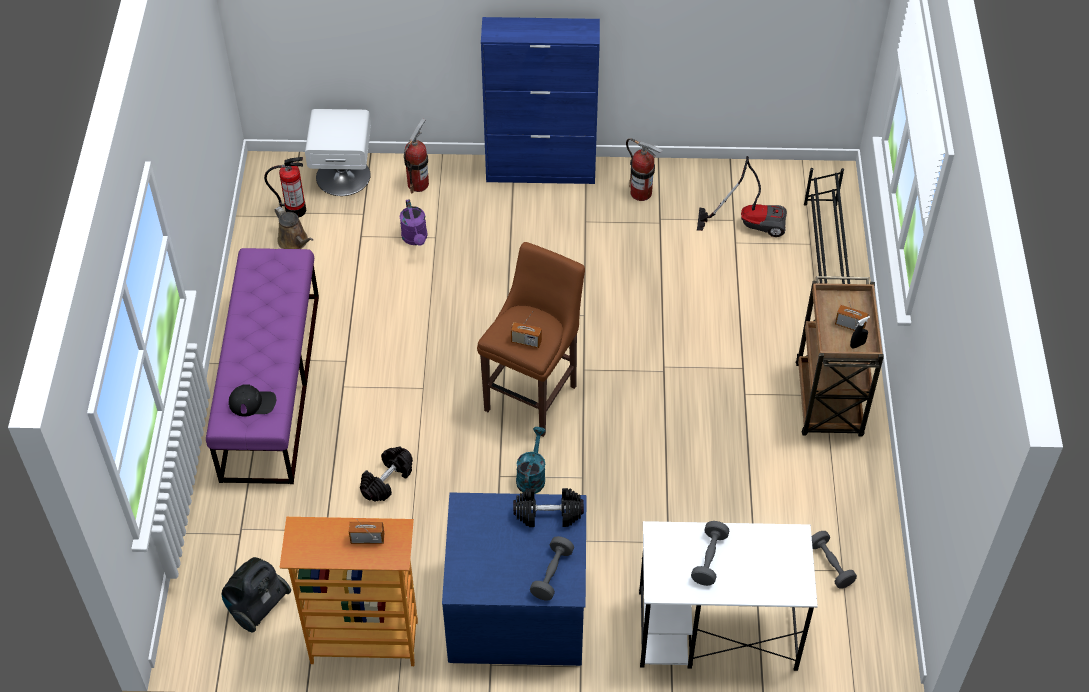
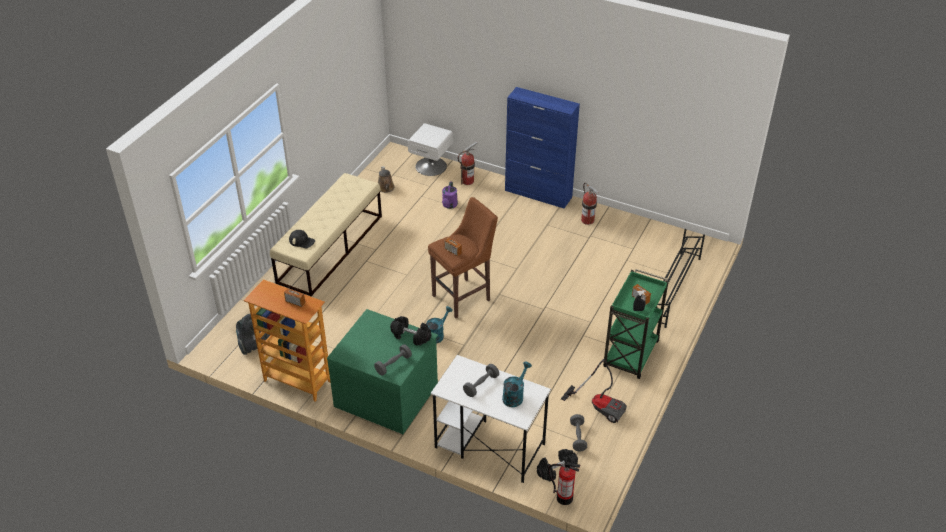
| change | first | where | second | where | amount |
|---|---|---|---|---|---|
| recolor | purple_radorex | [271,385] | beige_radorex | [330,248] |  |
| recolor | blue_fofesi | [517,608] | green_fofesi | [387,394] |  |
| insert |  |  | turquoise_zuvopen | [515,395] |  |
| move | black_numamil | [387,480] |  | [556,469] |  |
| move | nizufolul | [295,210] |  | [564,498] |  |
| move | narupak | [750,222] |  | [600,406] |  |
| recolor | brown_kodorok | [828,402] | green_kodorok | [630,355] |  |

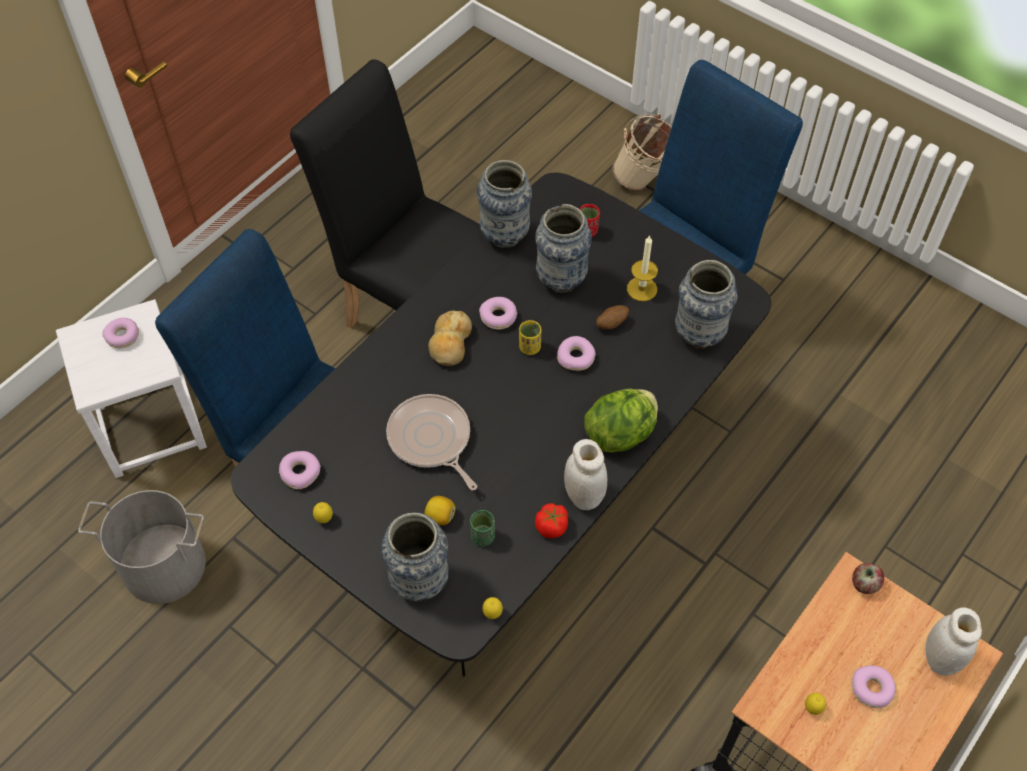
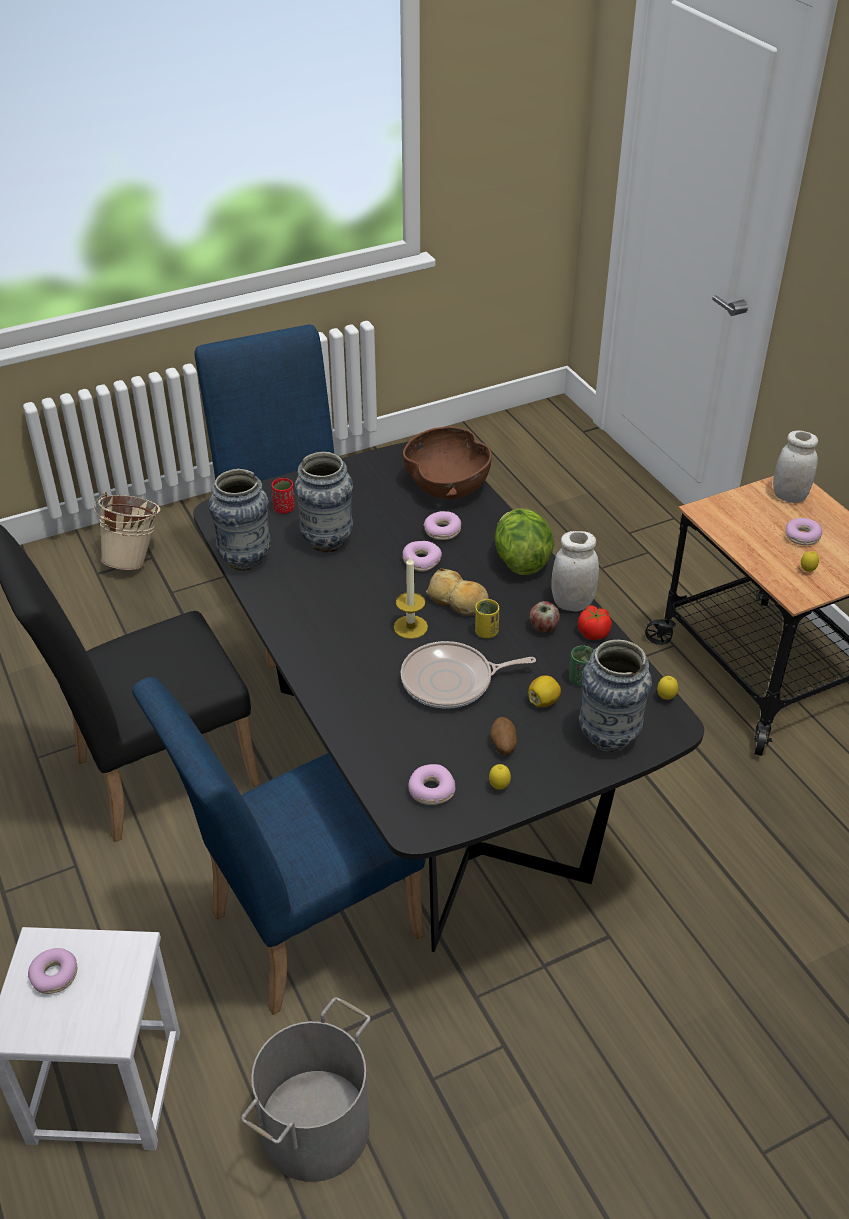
| change | first | where | second | where | amount |
|---|---|---|---|---|---|
| move | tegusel | [642,289] |  | [410,627] |  |
| replace | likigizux | [699,335] | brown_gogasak | [448,486] |  |
| move | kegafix | [498,317] |  | [442,531] |  |
| move | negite | [450,344] |  | [458,601] |  |
| move | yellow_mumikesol | [529,347] |  | [486,632] |  |
| move | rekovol | [611,323] |  | [503,745] |  |
| move | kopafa | [864,584] |  | [543,627] |  |

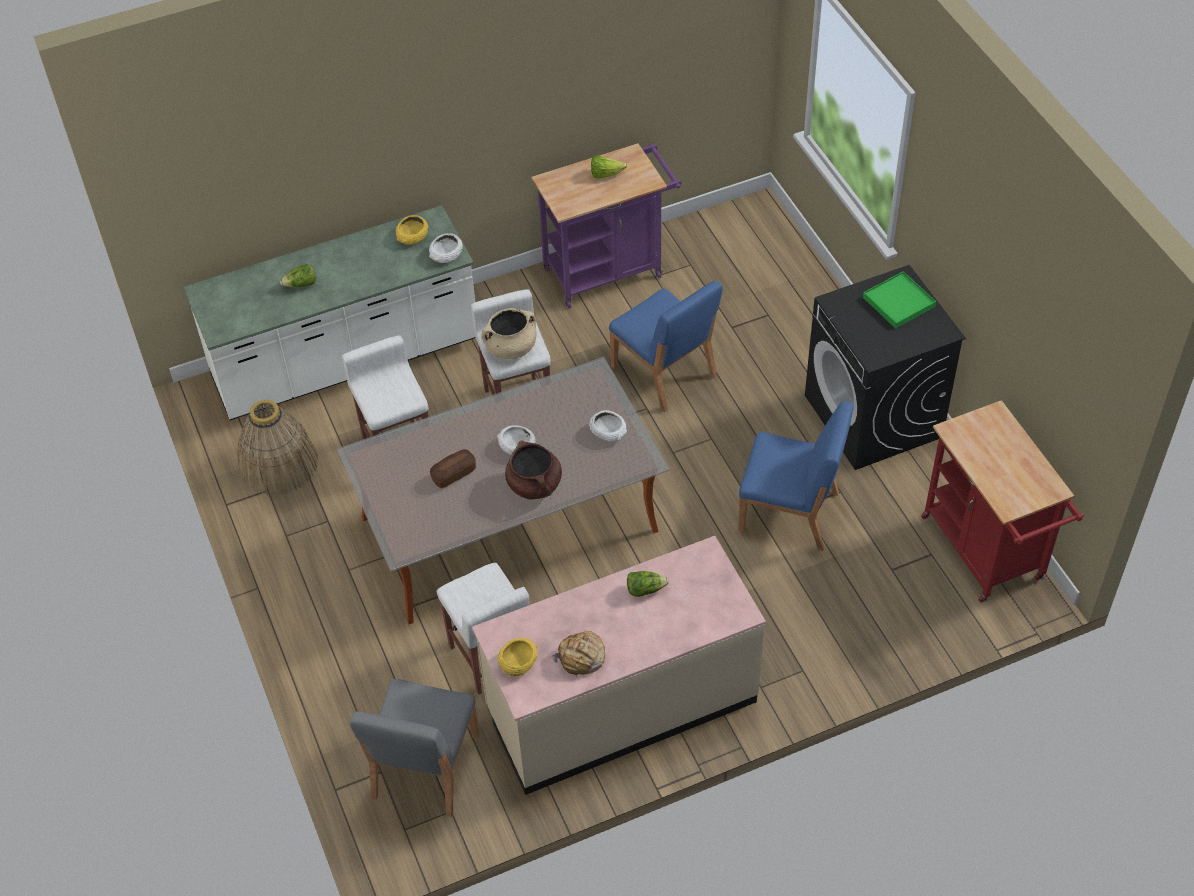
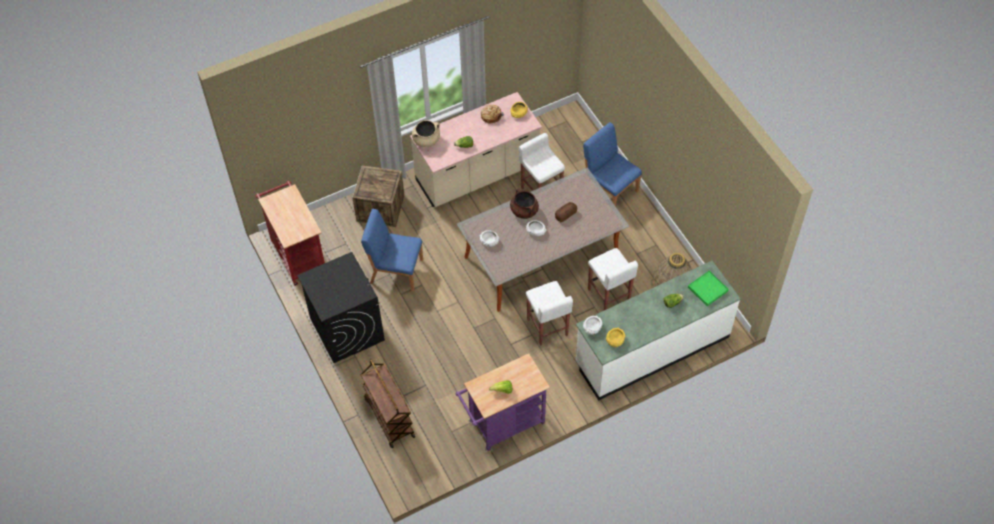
| change | first | where | second | where | amount |
|---|---|---|---|---|---|
| insert |  |  | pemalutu | [380,208] |  |
| insert |  |  | brown_kodorok | [389,417] |  |
| move | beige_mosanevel | [511,348] |  | [426,140] |  |
| move | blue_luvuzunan | [664,372] |  | [609,189] |  |
| move | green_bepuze | [898,302] |  | [708,289] |  |
| delete | grey_luvuzunan | [424,767] |  |  |  |

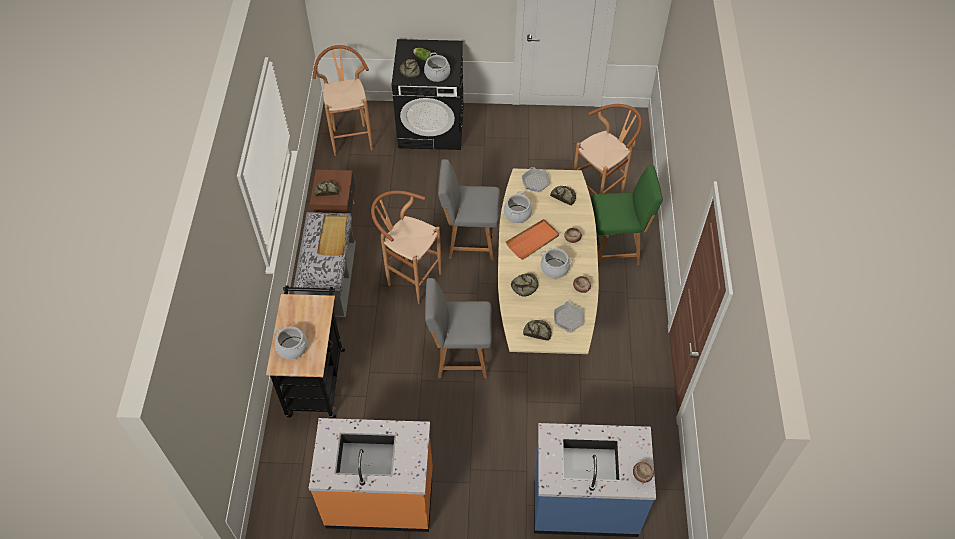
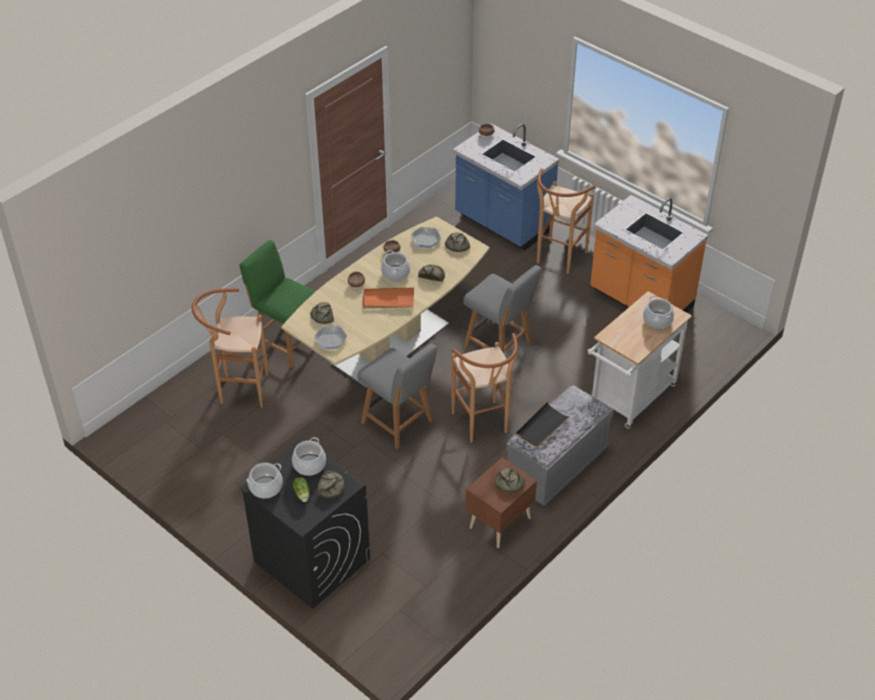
| change | first | where | second | where | amount |
|---|---|---|---|---|---|
| move | mosanevel | [517,214] |  | [265,487] |  |
| recolor | beige_bepuze | [333,236] | black_bepuze | [542,427] |  |
| move | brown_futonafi | [350,136] |  | [558,260] |  |
| recolor | black_kodorok | [316,377] | white_kodorok | [629,399] |  |

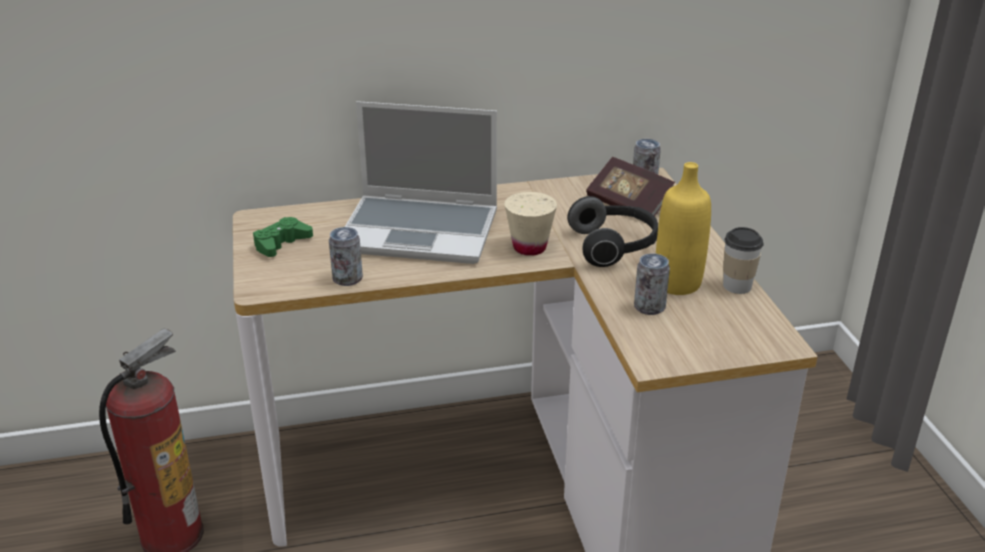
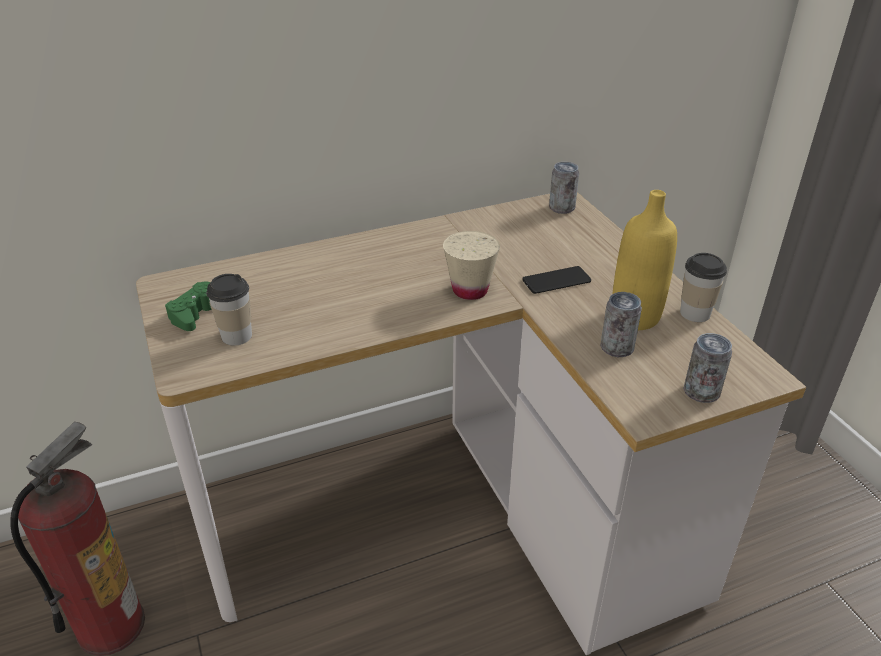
| change | first | where | second | where | amount |
|---|---|---|---|---|---|
| insert |  |  | mumikesol | [236,336] |  |
| replace | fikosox | [614,247] | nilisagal | [556,281] |  |
| move | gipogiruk | [347,279] |  | [701,392] |  |
| delete | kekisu | [421,231] |  |  |  |
| delete | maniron | [629,204] |  |  |  |

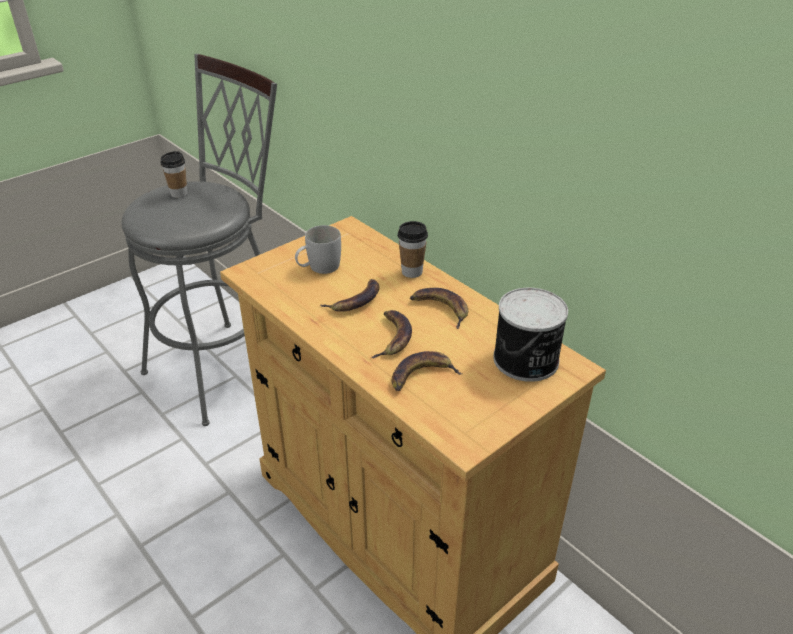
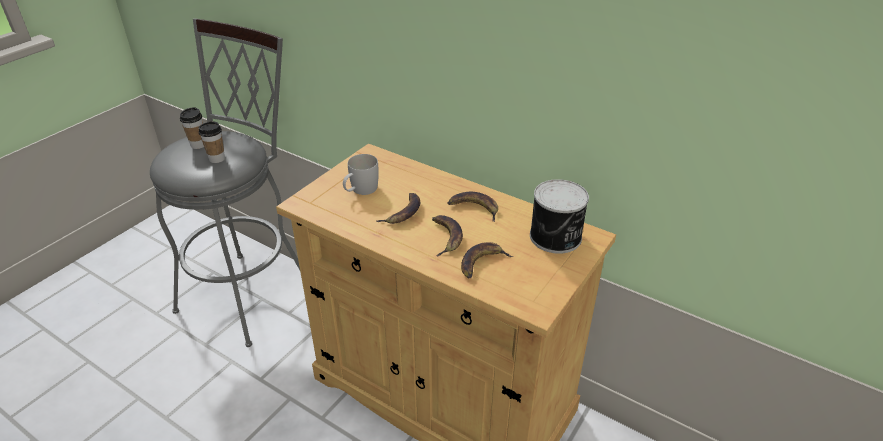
| change | first | where | second | where | amount |
|---|---|---|---|---|---|
| move | mumikesol | [412,272] |  | [217,159] |  |

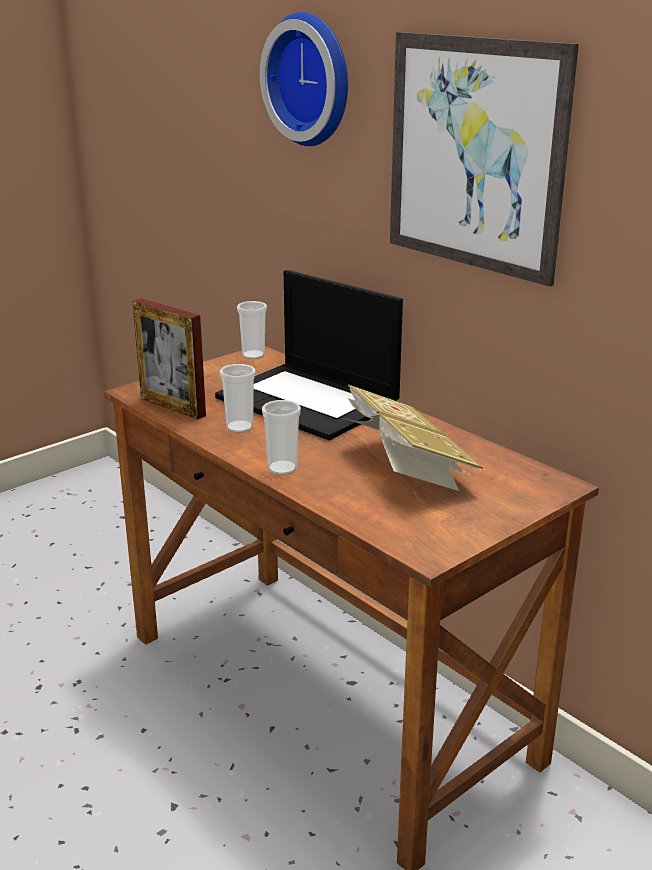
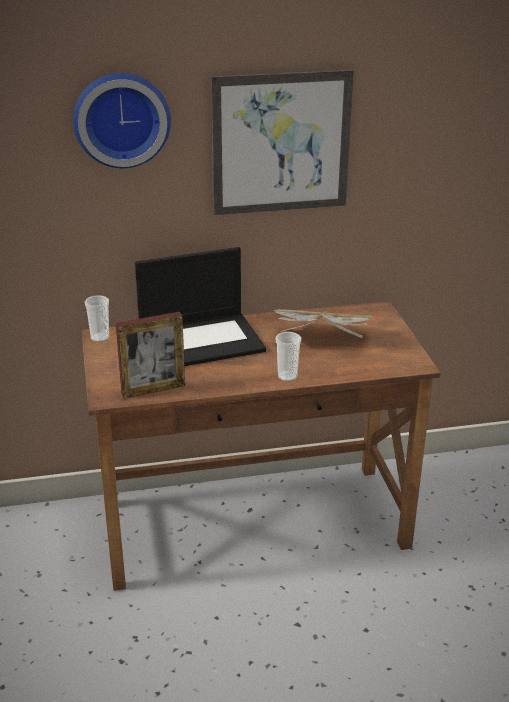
| change | first | where | second | where | amount |
|---|---|---|---|---|---|
| delete | mumikesol | [239,427] |  |  |  |

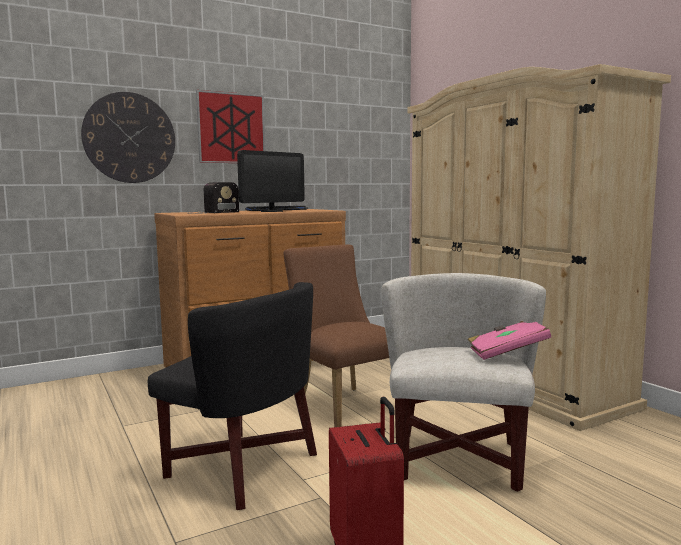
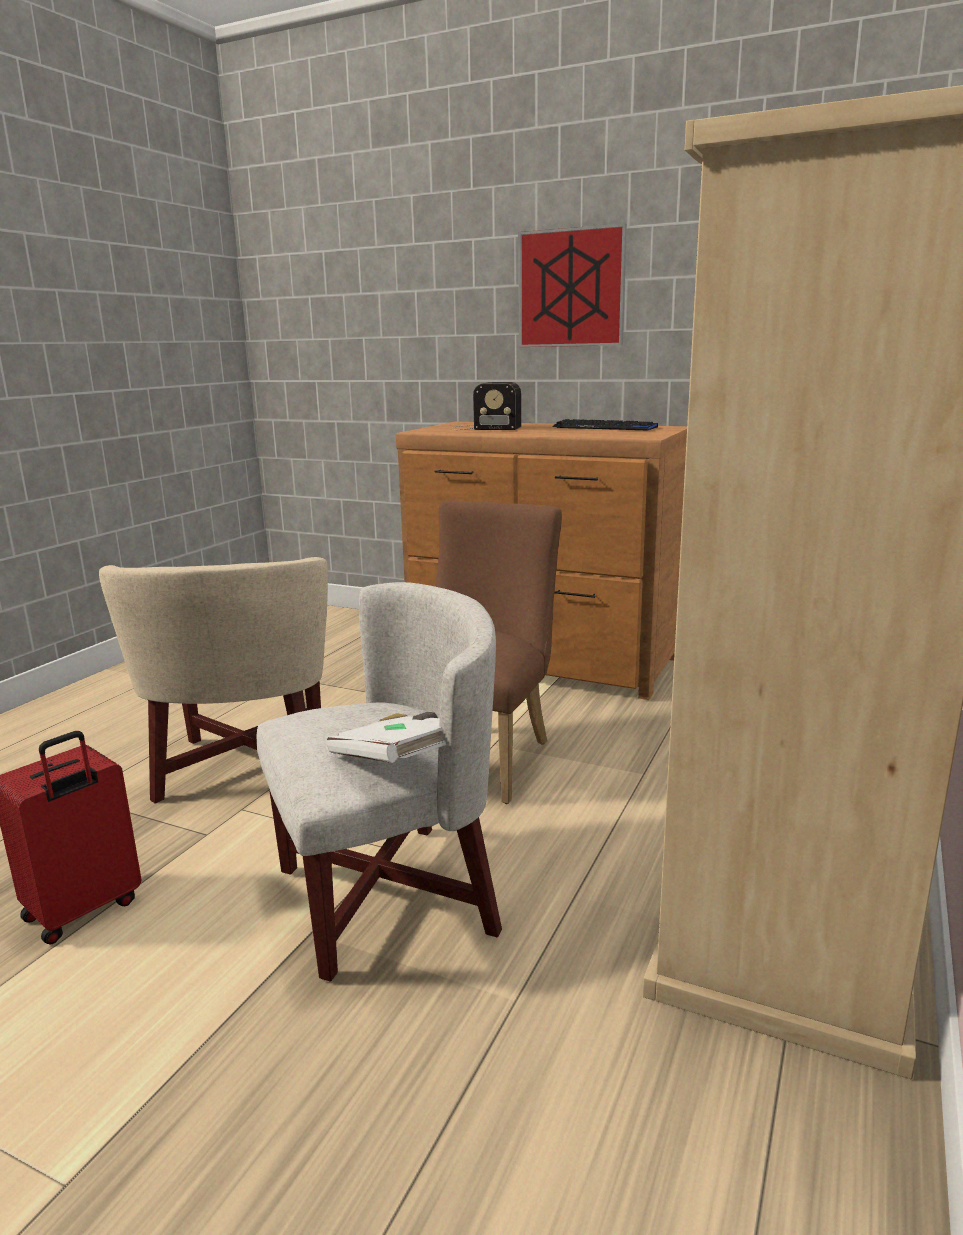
| change | first | where | second | where | amount |
|---|---|---|---|---|---|
| recolor | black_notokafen | [243,467] | beige_notokafen | [245,767] |  |
| recolor | pink_maniron | [507,353] | white_maniron | [397,762] |  |
| delete | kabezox | [129,138] |  |  |  |
| delete | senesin | [272,211] |  |  |  |

